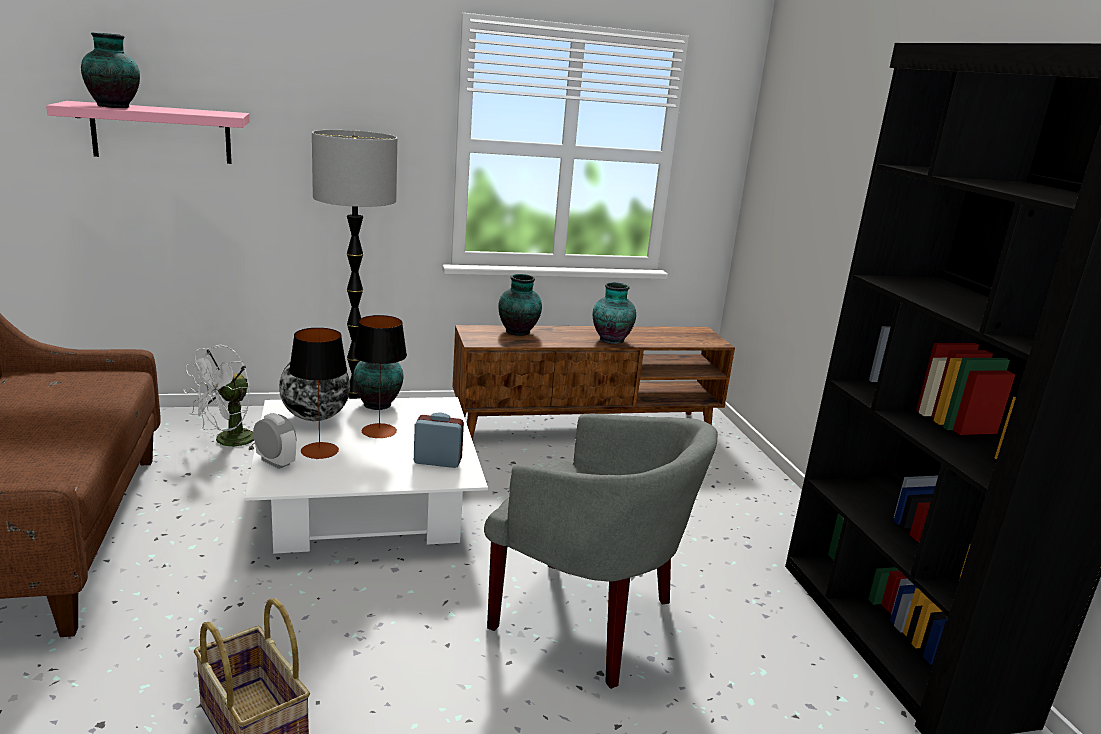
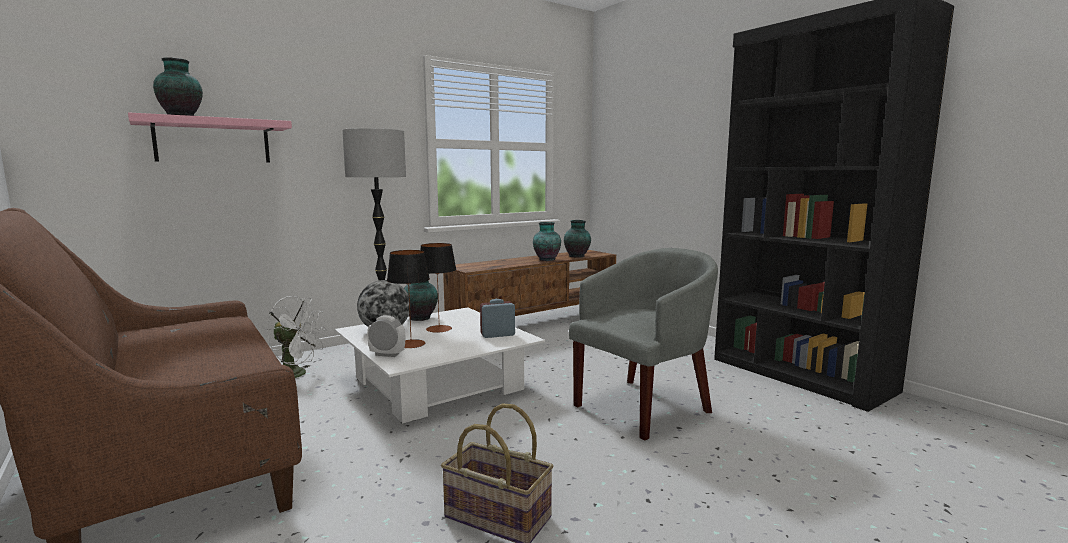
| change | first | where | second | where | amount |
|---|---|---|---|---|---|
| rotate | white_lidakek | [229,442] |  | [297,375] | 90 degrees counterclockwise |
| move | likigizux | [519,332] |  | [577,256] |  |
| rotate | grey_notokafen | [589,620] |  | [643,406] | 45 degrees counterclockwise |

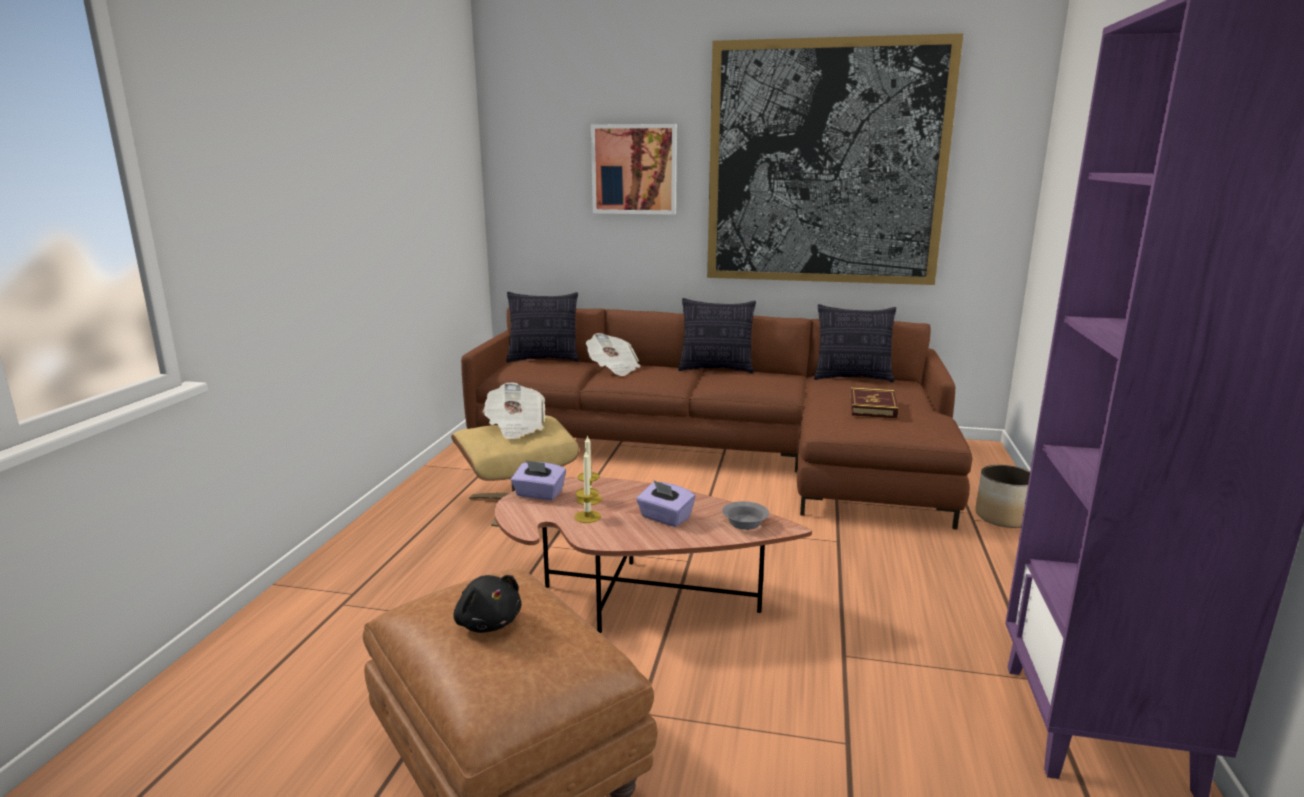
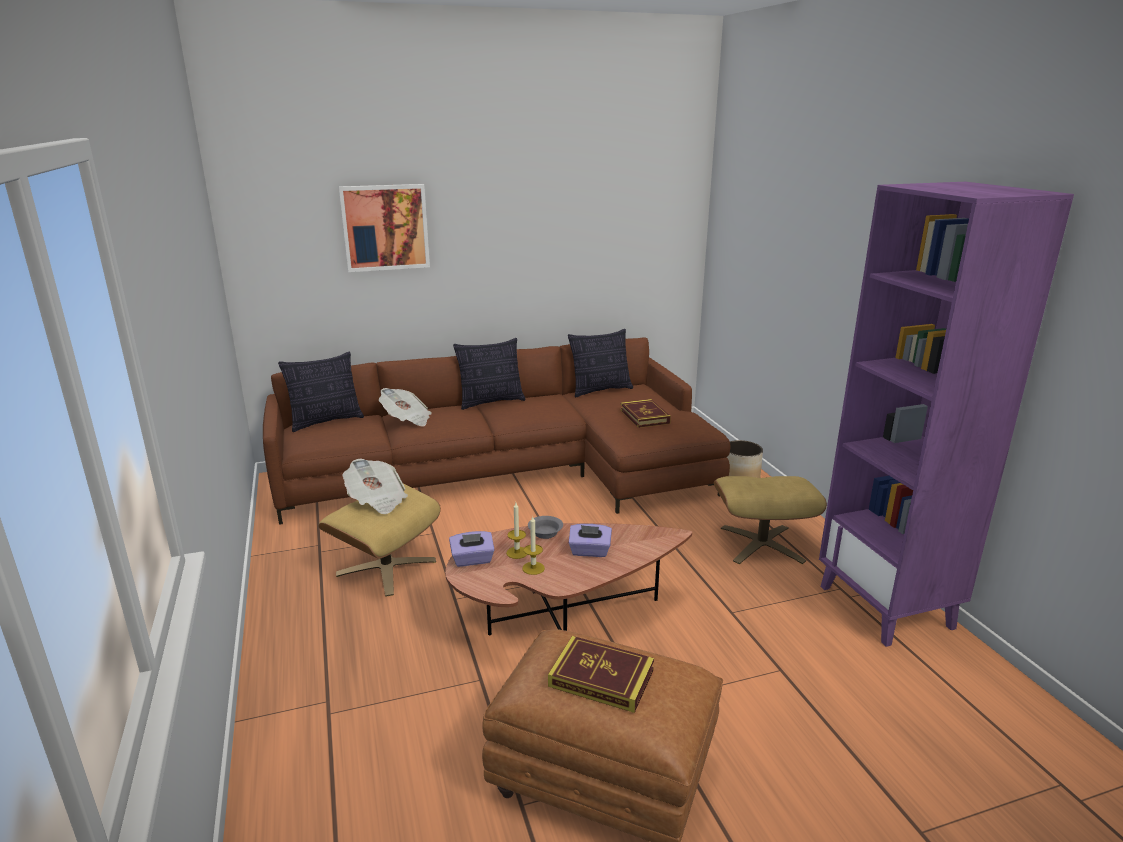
| change | first | where | second | where | amount |
|---|---|---|---|---|---|
| move | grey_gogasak | [745,524] |  | [546,533] |  |
| replace | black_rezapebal | [488,622] | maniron | [601,678] |  |
| insert |  |  | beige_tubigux | [761,544] |  |
| delete | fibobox | [825,164] |  |  |  |

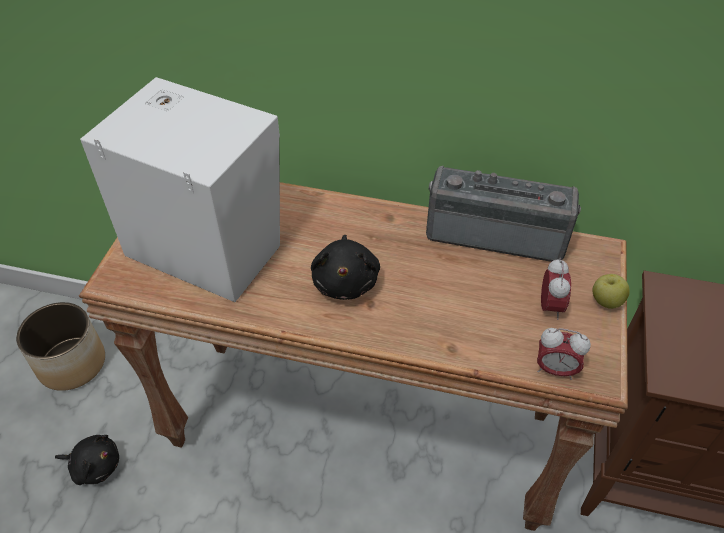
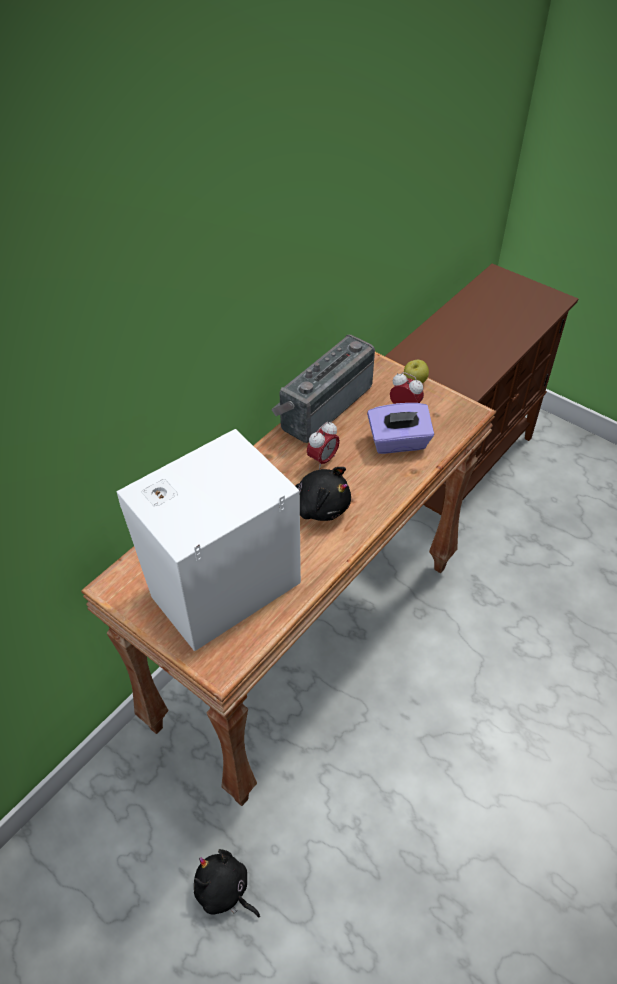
| change | first | where | second | where | amount |
|---|---|---|---|---|---|
| rotate | black_rezapebal | [94,466] |  | [224,891] | 90 degrees counterclockwise |
| move | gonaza | [555,369] |  | [323,460] |  |
| insert |  |  | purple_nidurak | [398,442] |  |
| delete | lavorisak | [72,363] |  |  |  |

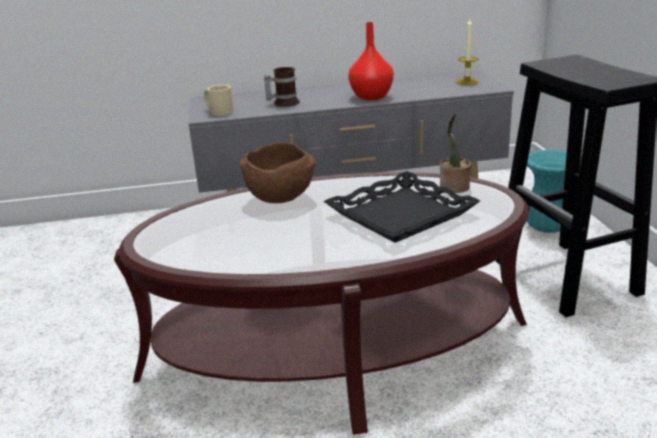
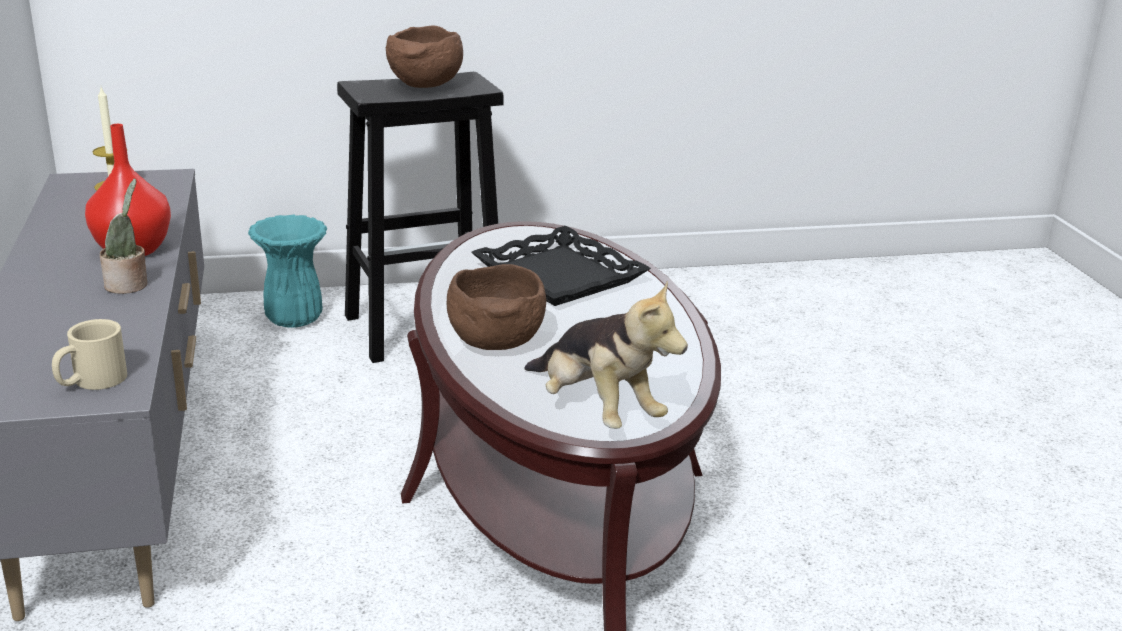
| change | first | where | second | where | amount |
|---|---|---|---|---|---|
| move | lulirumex | [454,188] |  | [129,286] |  |
| insert |  |  | brown_gogasak | [425,86] |  |
| insert |  |  | rezapebal | [596,410] |  |
| delete | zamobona | [283,103] |  |  |  |

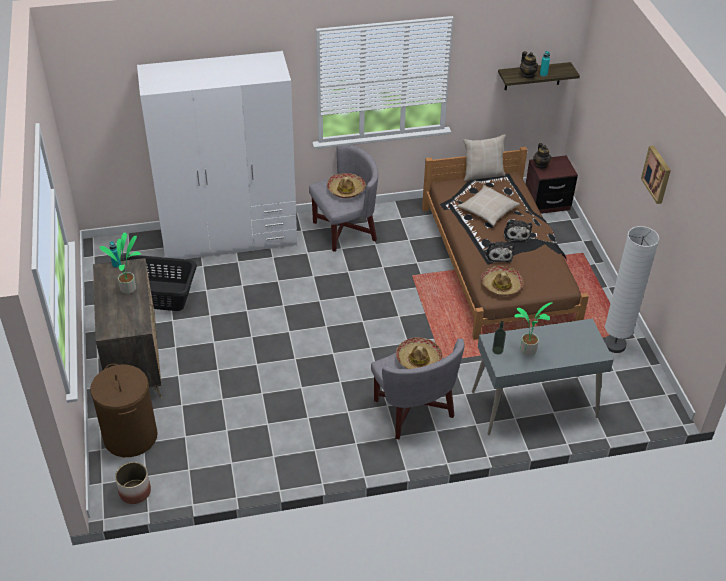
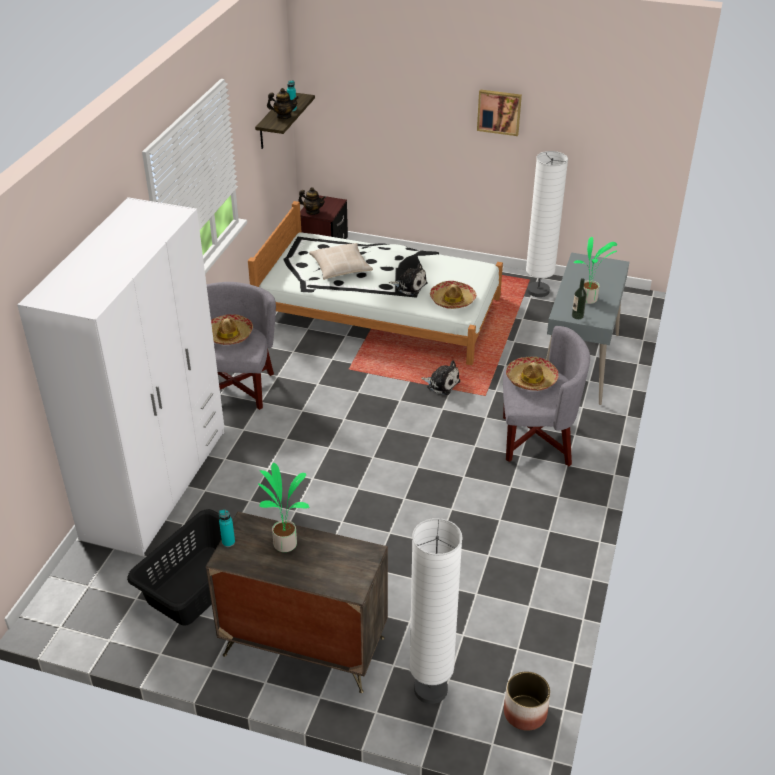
| change | first | where | second | where | amount |
|---|---|---|---|---|---|
| recolor | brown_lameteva | [497,263] | white_lameteva | [379,311] |  |
| replace | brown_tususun | [130,436] | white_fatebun | [430,689] |  |
| move | rezapebal | [516,234] |  | [441,383] |  |
| delete | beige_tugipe | [482,174] |  |  |  |

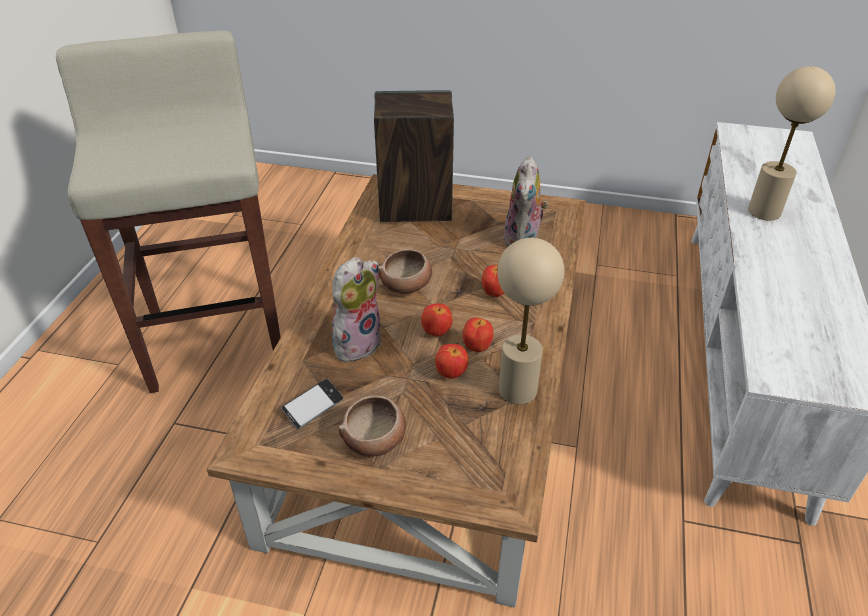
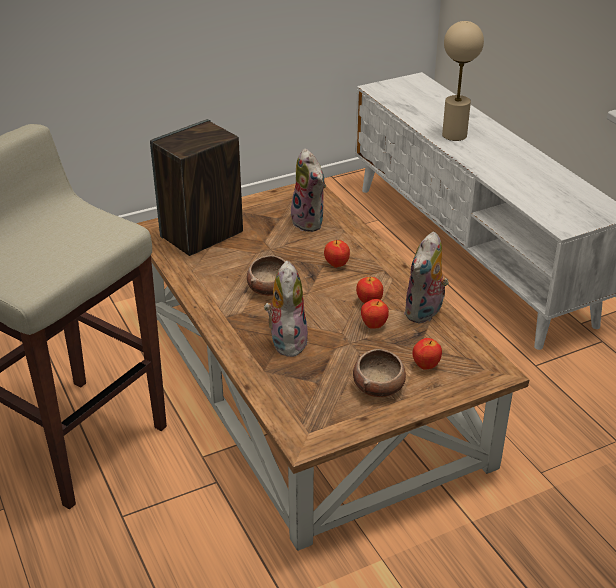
| change | first | where | second | where | amount |
|---|---|---|---|---|---|
| replace | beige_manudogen | [518,389] | rezapebal | [425,313] |  |
| move | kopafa | [436,332] |  | [425,366] |  |
| delete | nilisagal | [313,407] |  |  |  |

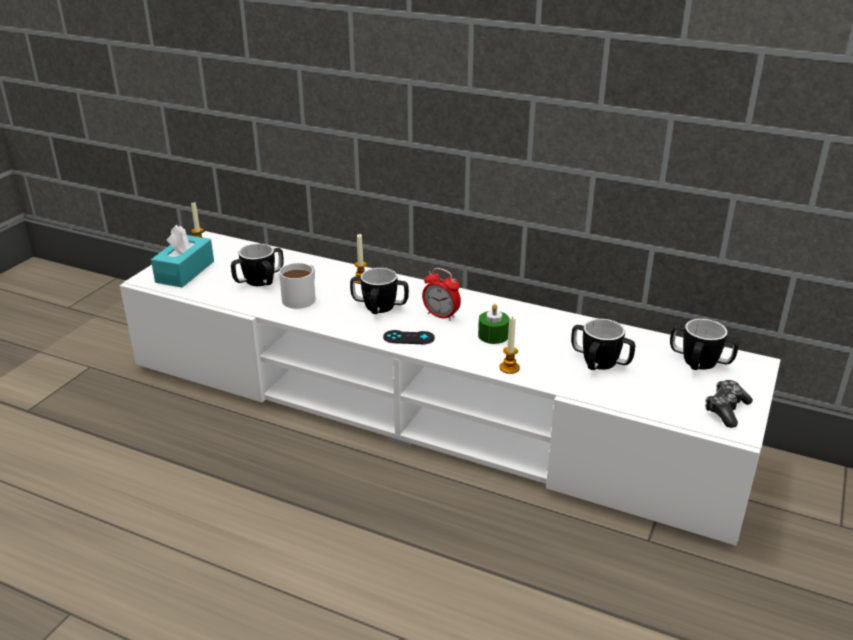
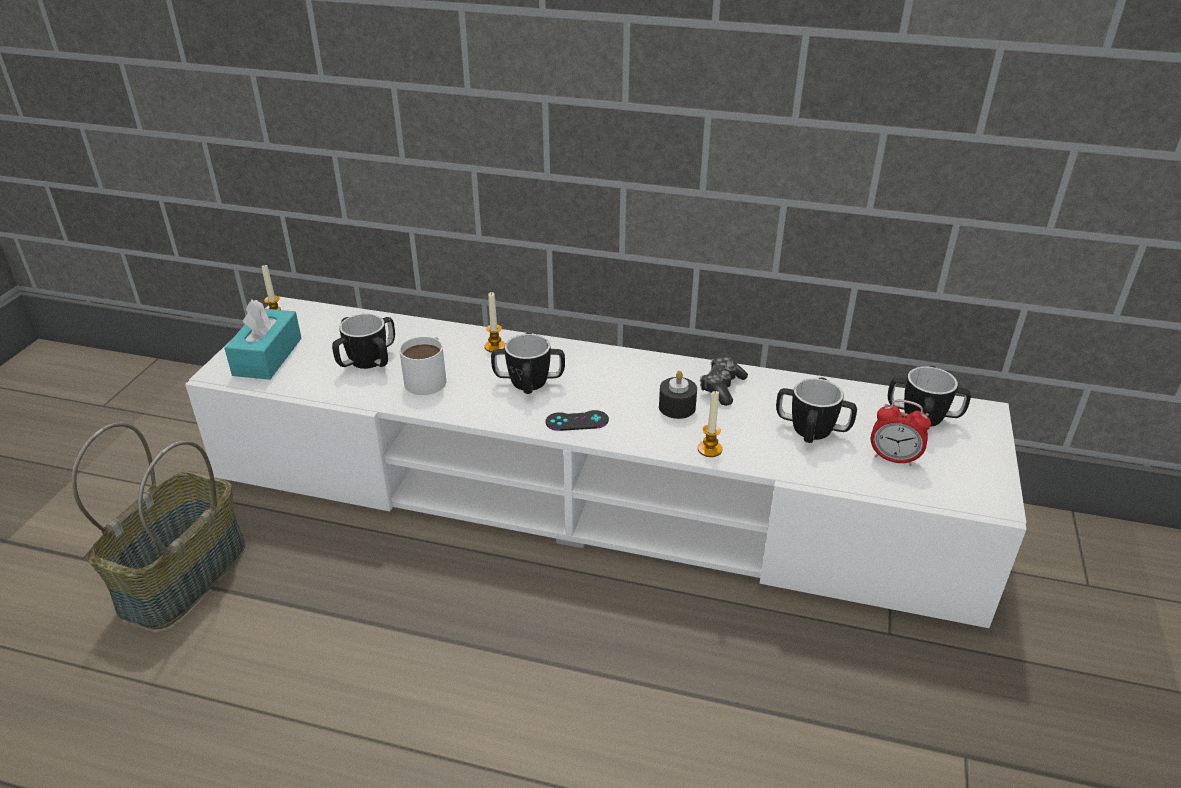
| change | first | where | second | where | amount |
|---|---|---|---|---|---|
| insert |  |  | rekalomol | [182,575] |  |
| recolor | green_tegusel | [493,335] | black_tegusel | [677,407] |  |
| move | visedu | [726,410] |  | [722,387] |  |
| move | gonaza | [441,315] |  | [893,458] |  |

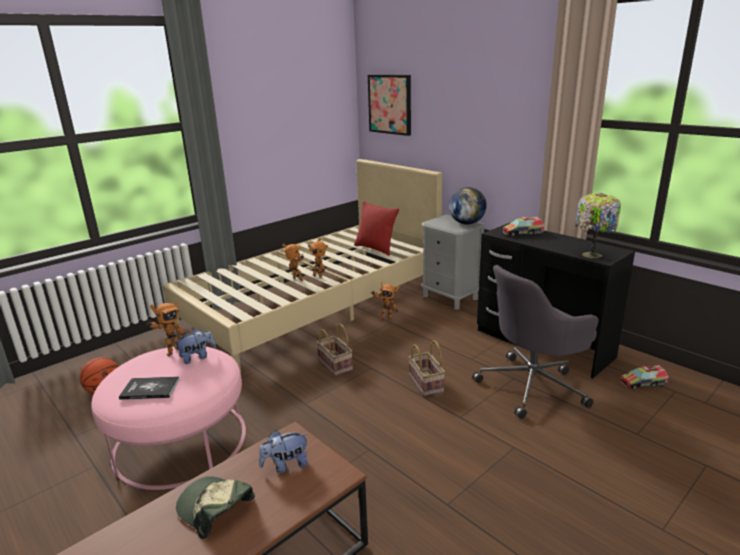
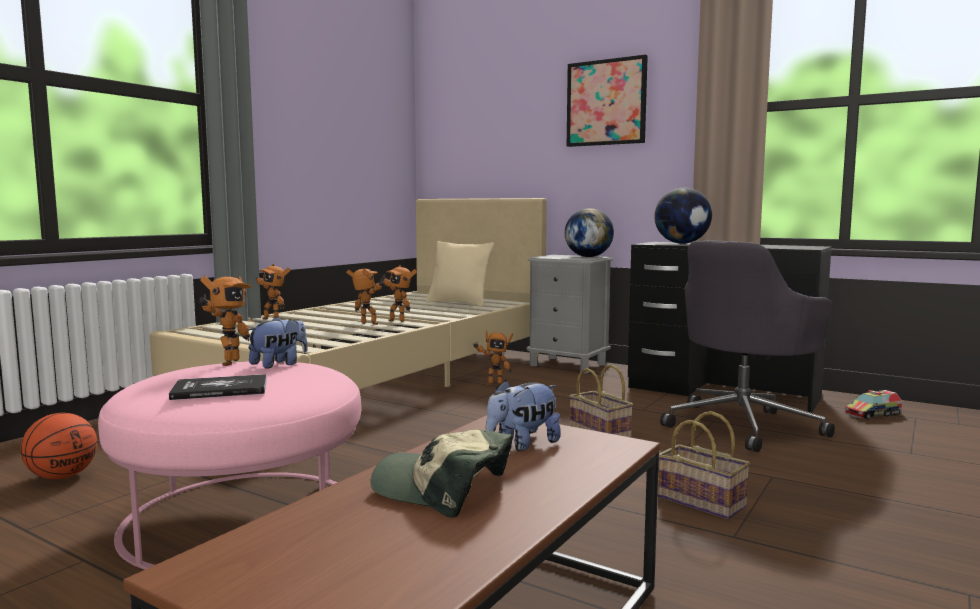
| change | first | where | second | where | amount |
|---|---|---|---|---|---|
| insert |  |  | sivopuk | [272,318] |  |
| recolor | red_tugipe | [375,248] | beige_tugipe | [459,303] |  |
| move | fibobox | [390,104] |  | [606,102] |  |
| replace | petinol | [522,233] | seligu | [682,243] |  |
| move | rekalomol | [336,365] |  | [704,502] |  |
| delete | manudogen | [591,255] |  |  |  |

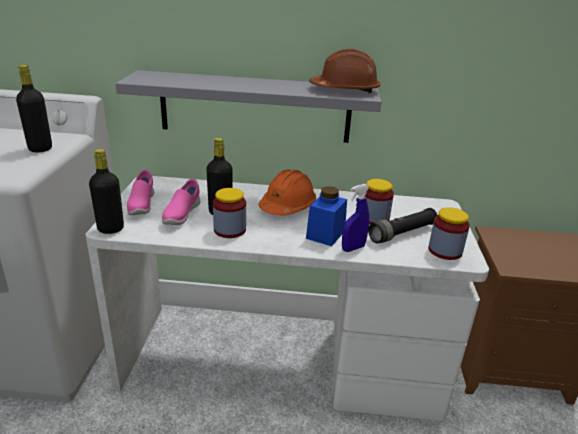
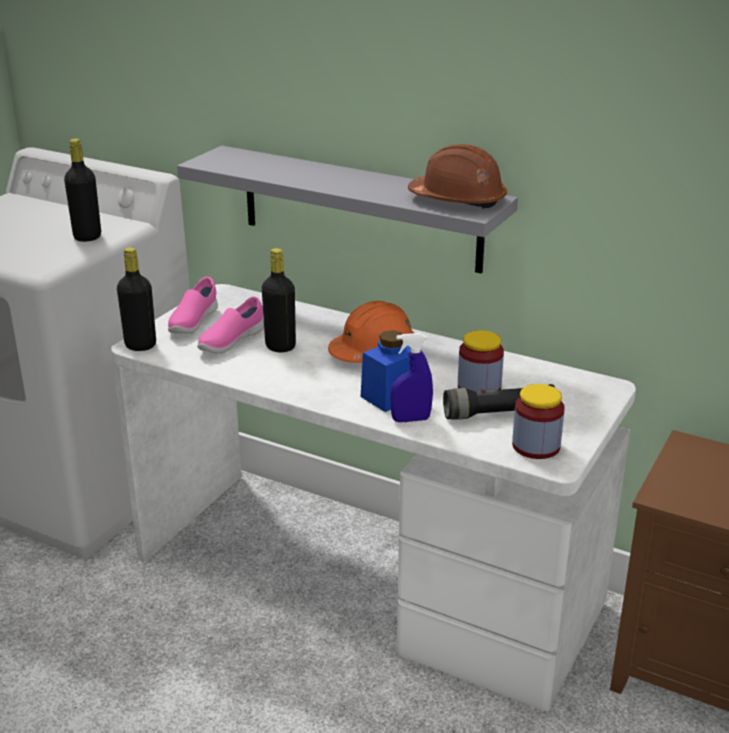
| change | first | where | second | where | amount |
|---|---|---|---|---|---|
| delete | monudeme | [230,230] |  |  |  |

